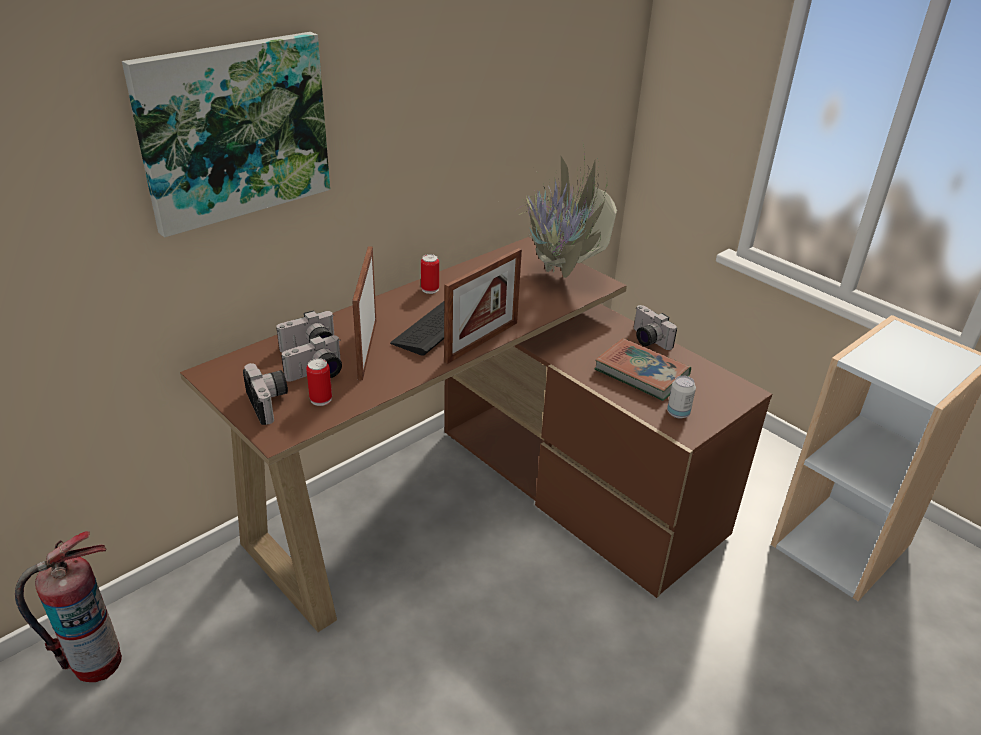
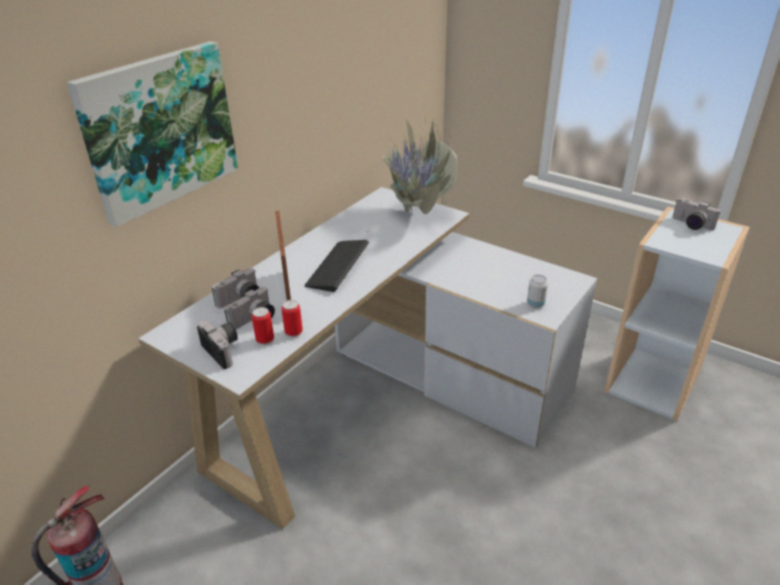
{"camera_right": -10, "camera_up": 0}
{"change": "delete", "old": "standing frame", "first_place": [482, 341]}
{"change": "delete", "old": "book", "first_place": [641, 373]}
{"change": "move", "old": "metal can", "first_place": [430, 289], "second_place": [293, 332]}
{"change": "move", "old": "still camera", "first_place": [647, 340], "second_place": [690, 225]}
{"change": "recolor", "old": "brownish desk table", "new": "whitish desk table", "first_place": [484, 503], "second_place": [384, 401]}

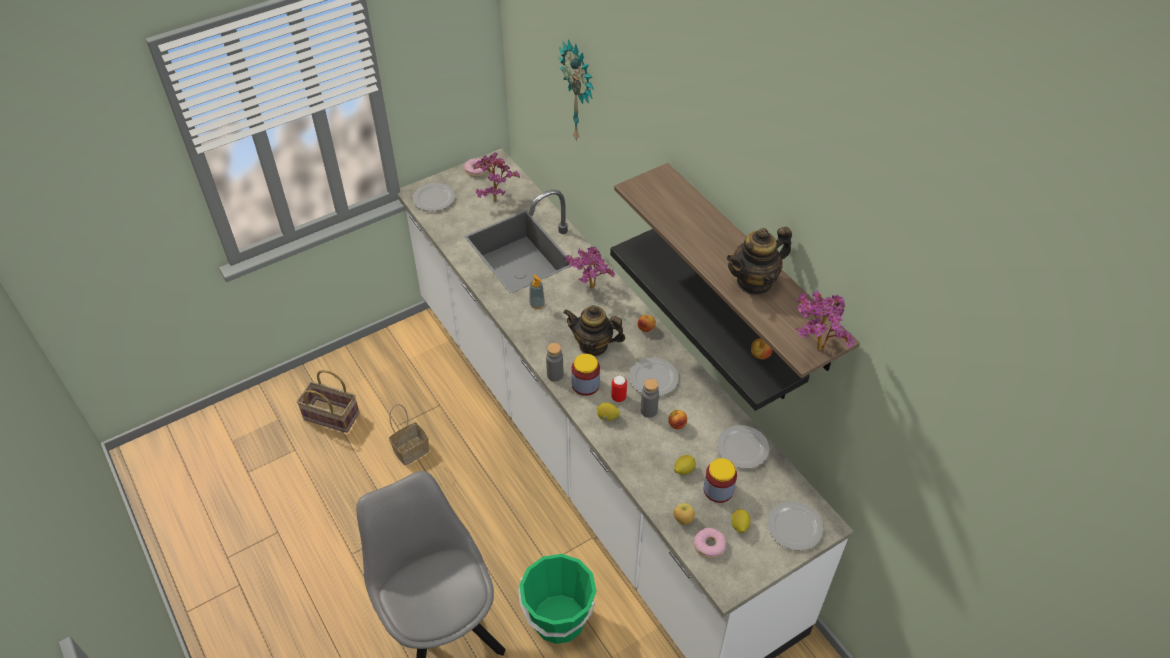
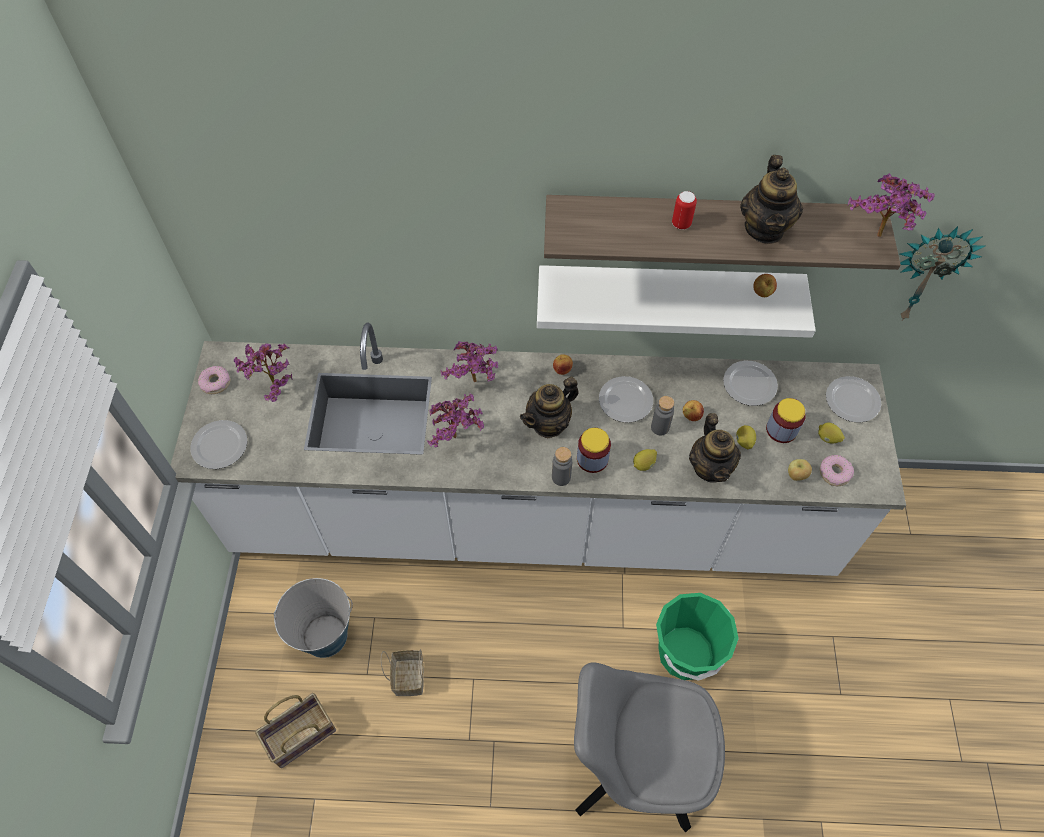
{"camera_right": -55, "camera_up": 10}
{"change": "insert", "new": "pail", "second_place": [324, 635]}
{"change": "insert", "new": "teapot", "second_place": [710, 467]}
{"change": "move", "old": "clock on the wall", "first_place": [580, 93], "second_place": [926, 271]}
{"change": "move", "old": "metal can", "first_place": [618, 397], "second_place": [681, 224]}
{"change": "replace", "old": "soap bottle", "new": "houseplant", "first_place": [537, 304], "second_place": [457, 439]}
{"change": "recolor", "old": "blackish wall shelf", "new": "whitish wall shelf", "first_place": [727, 315], "second_place": [668, 291]}

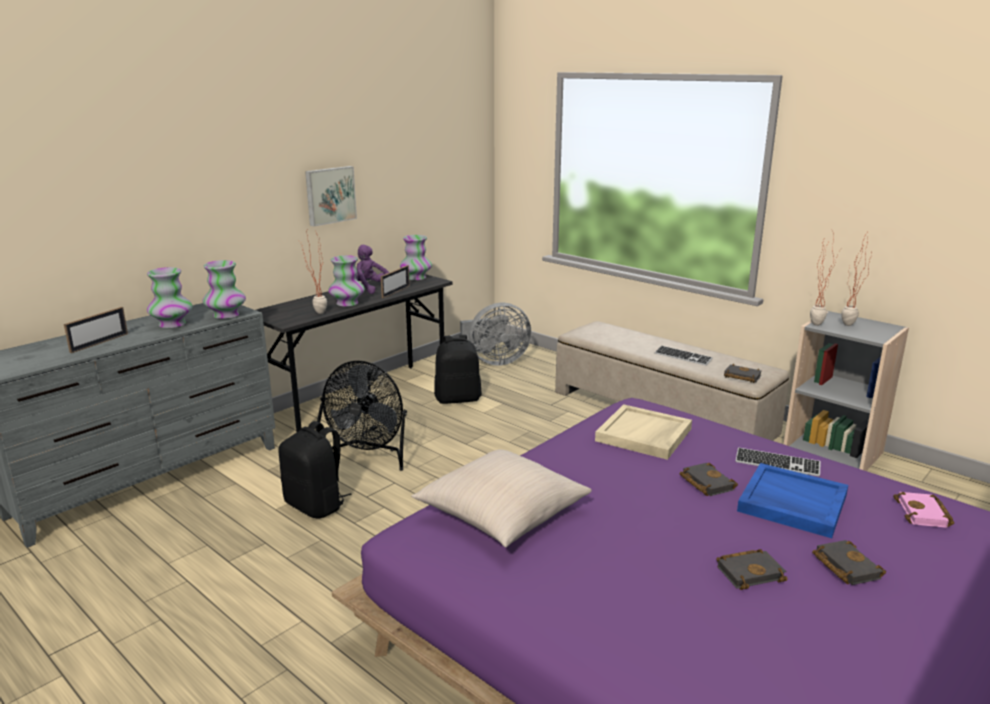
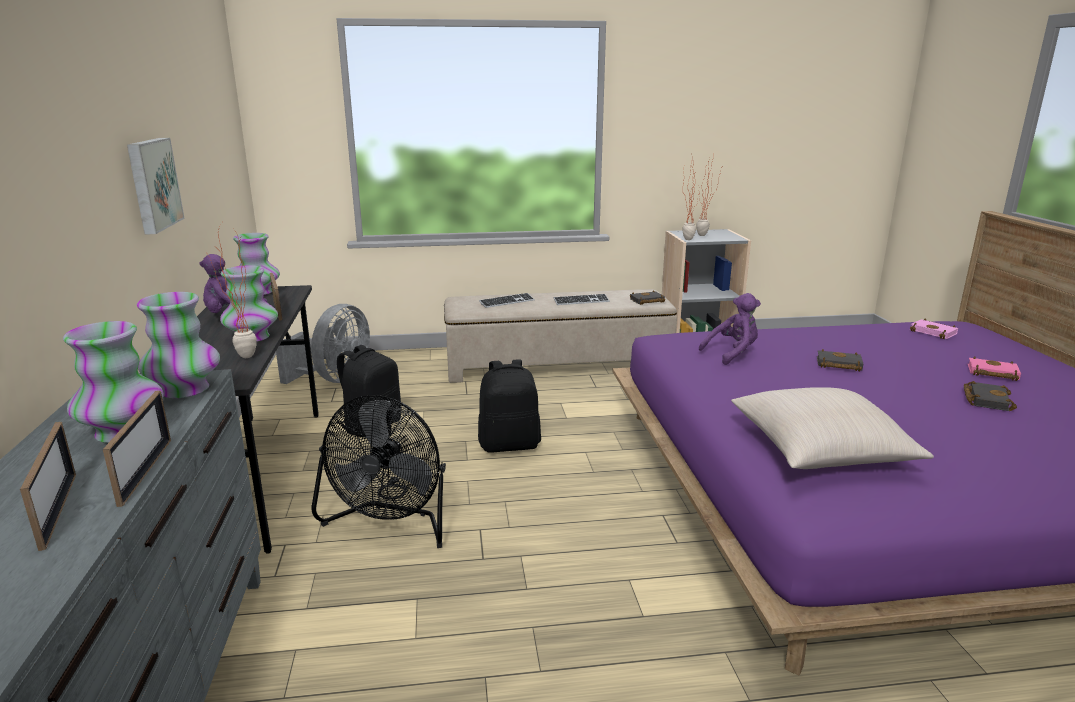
{"camera_right": -50, "camera_up": 0}
{"change": "delete", "old": "bluish serving tray", "first_place": [791, 503]}
{"change": "insert", "new": "standing frame", "second_place": [146, 471]}
{"change": "move", "old": "blackish rucksack", "first_place": [316, 505], "second_place": [510, 444]}
{"change": "move", "old": "keyboard", "first_place": [777, 464], "second_place": [507, 302]}
{"change": "replace", "old": "sand-coloured serving tray", "new": "purple plush toy", "first_place": [644, 435], "second_place": [732, 353]}
{"change": "recolor", "old": "blackish book", "new": "pink-coloured book", "first_place": [844, 566], "second_place": [991, 373]}
{"change": "rotate", "old": "blackish fan", "first_place": [367, 452], "second_place": [388, 520], "degrees": 45}

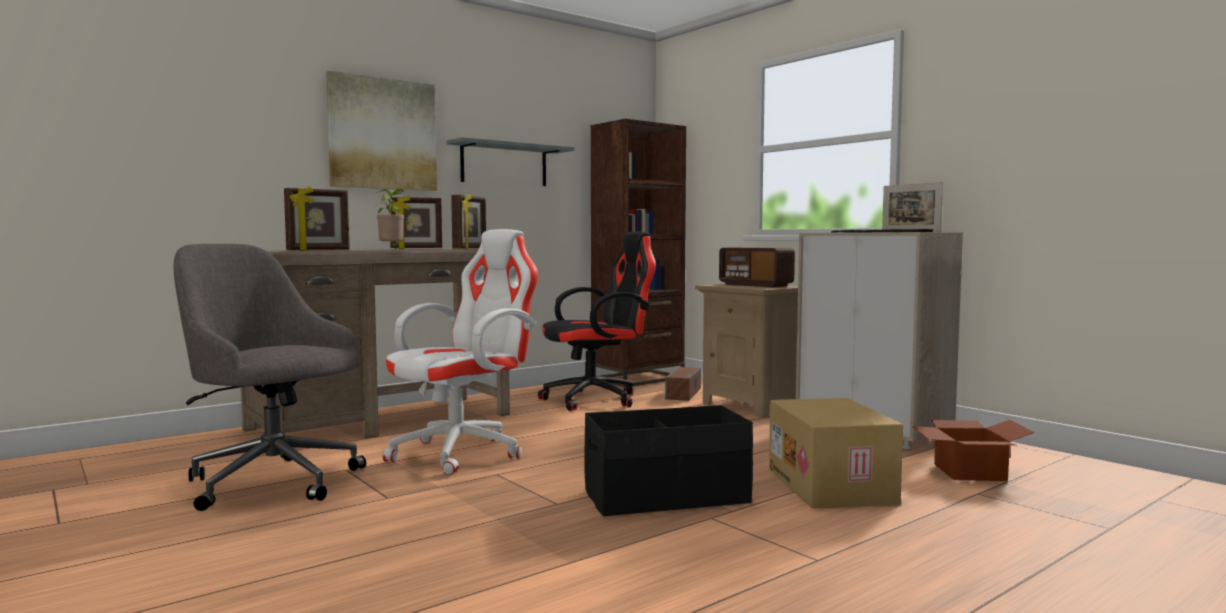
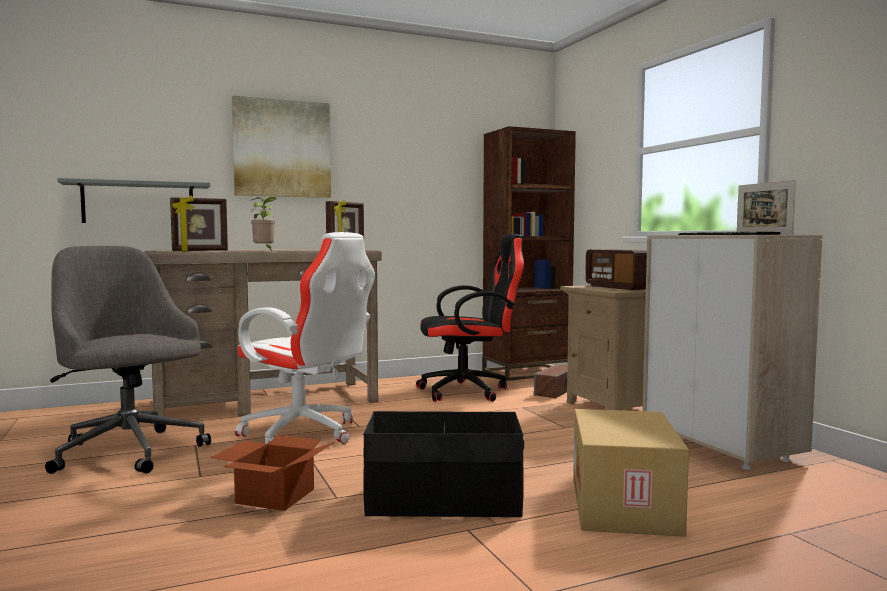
{"camera_right": 15, "camera_up": 0}
{"change": "delete", "old": "standing frame", "first_place": [416, 248]}
{"change": "move", "old": "greyish wall shelf", "first_place": [504, 164], "second_place": [138, 203]}
{"change": "move", "old": "packing box", "first_place": [967, 472], "second_place": [274, 495]}
{"change": "rotate", "old": "whitish desk chair", "first_place": [465, 452], "second_place": [306, 436], "degrees": 75}

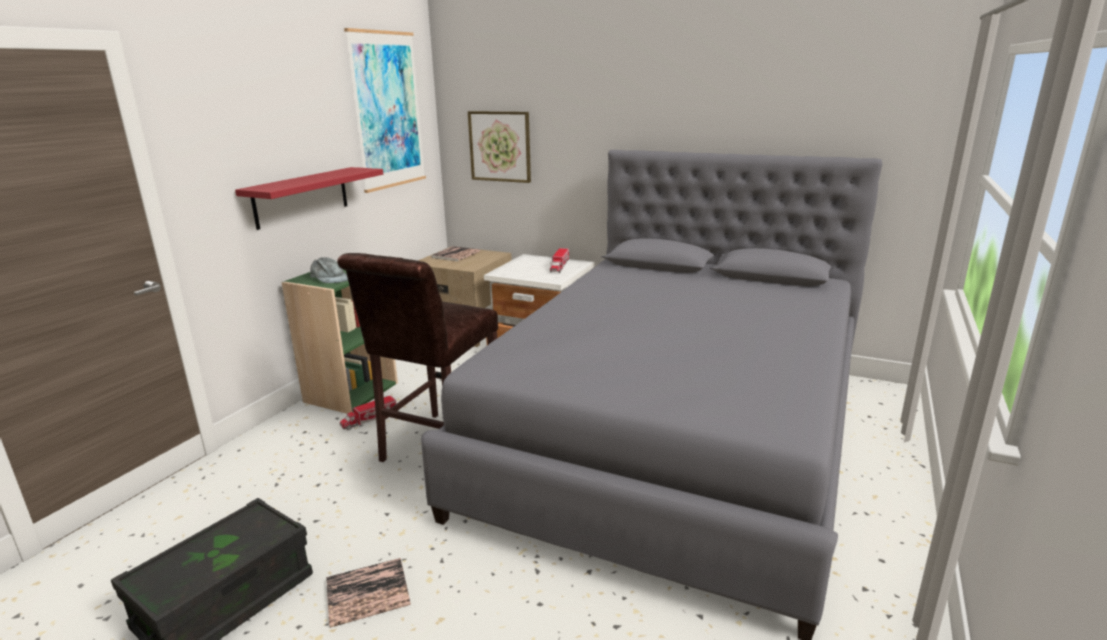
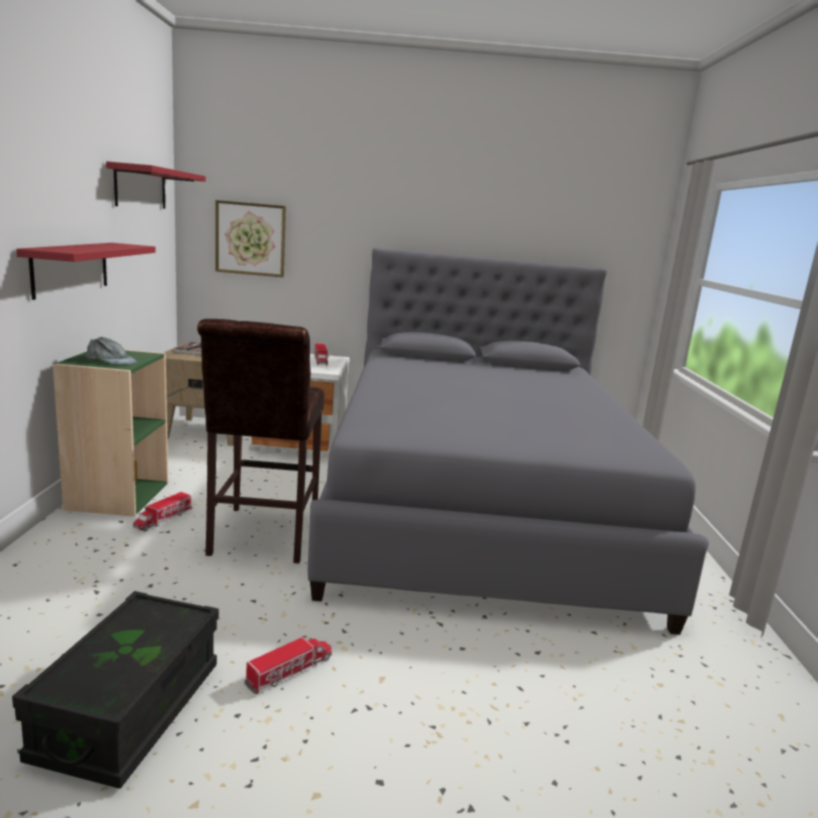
{"camera_right": -25, "camera_up": -5}
{"change": "replace", "old": "book", "new": "toy lorry", "first_place": [367, 593], "second_place": [290, 671]}
{"change": "replace", "old": "wall art", "new": "red wall shelf", "first_place": [387, 110], "second_place": [141, 187]}

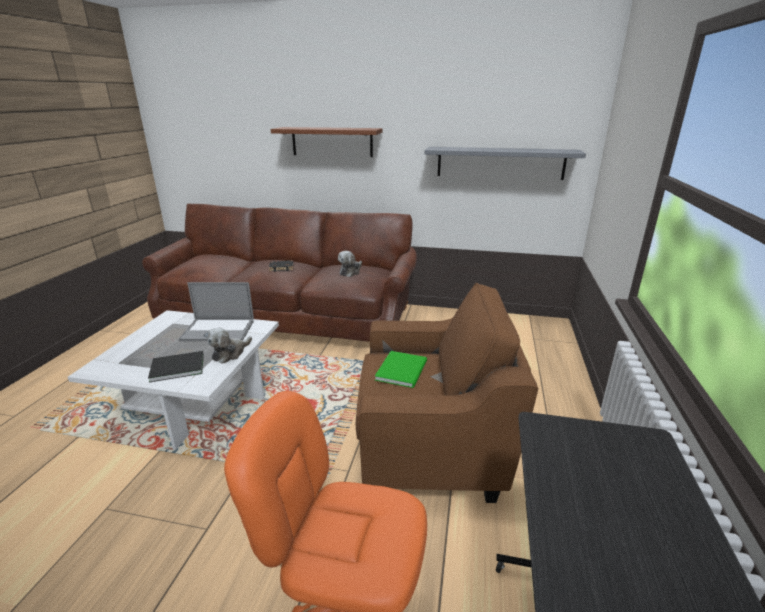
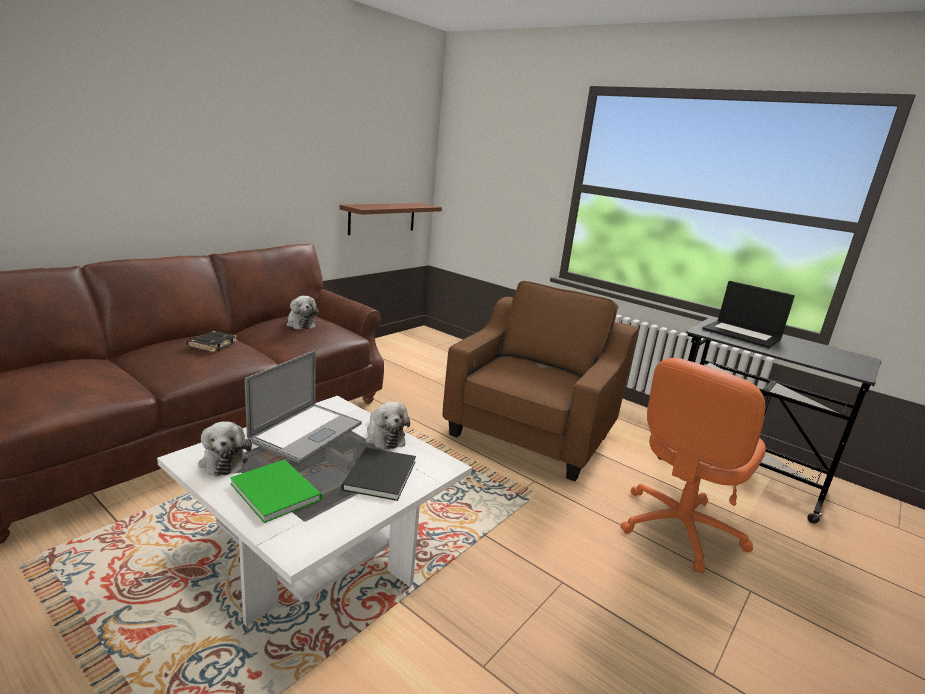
{"camera_right": -65, "camera_up": -5}
{"change": "delete", "old": "greyish wall shelf", "first_place": [500, 163]}
{"change": "insert", "new": "plush toy", "second_place": [224, 460]}
{"change": "insert", "new": "laptop", "second_place": [742, 334]}
{"change": "move", "old": "brownish wall shelf", "first_place": [332, 142], "second_place": [382, 218]}
{"change": "move", "old": "green book", "first_place": [403, 370], "second_place": [276, 489]}

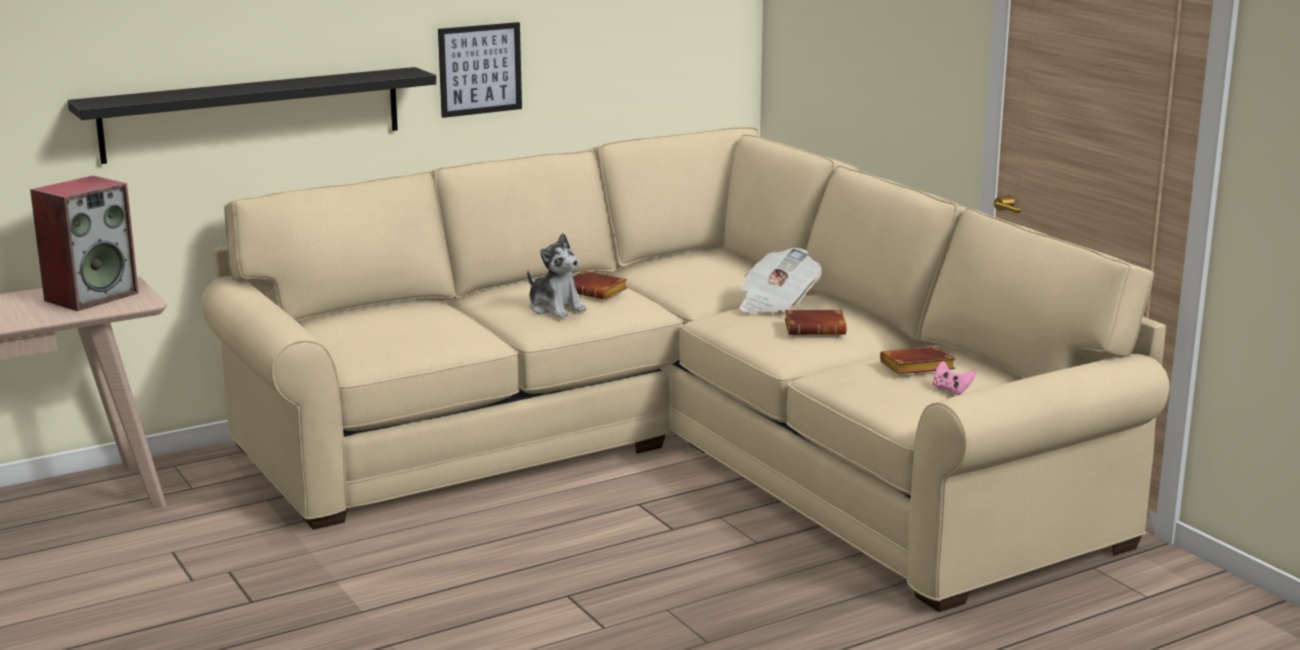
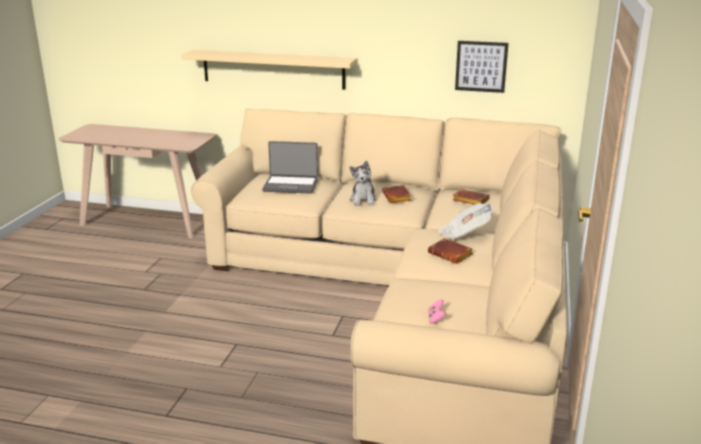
{"camera_right": 45, "camera_up": 5}
{"change": "delete", "old": "loudspeaker", "first_place": [92, 296]}
{"change": "insert", "new": "laptop", "second_place": [291, 185]}
{"change": "move", "old": "wall art", "first_place": [480, 69], "second_place": [481, 66]}
{"change": "move", "old": "brownish book", "first_place": [916, 368], "second_place": [469, 200]}
{"change": "recolor", "old": "blackish wall shelf", "new": "sand-coloured wall shelf", "first_place": [253, 114], "second_place": [273, 69]}

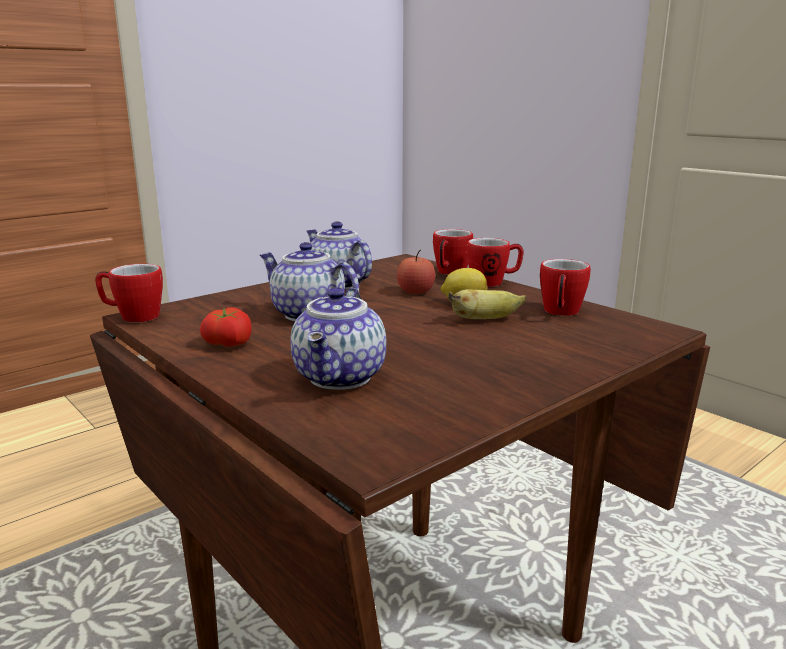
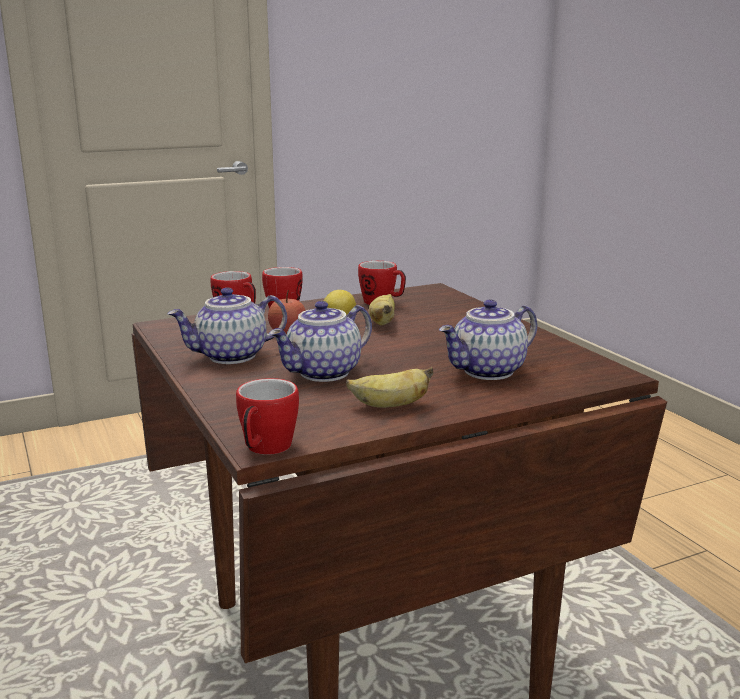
{"camera_right": -75, "camera_up": 0}
{"change": "replace", "old": "fresh tomato", "new": "banana fruit", "first_place": [227, 344], "second_place": [390, 405]}
{"change": "rotate", "old": "teapot", "first_place": [341, 378], "second_place": [488, 372], "degrees": 120}

